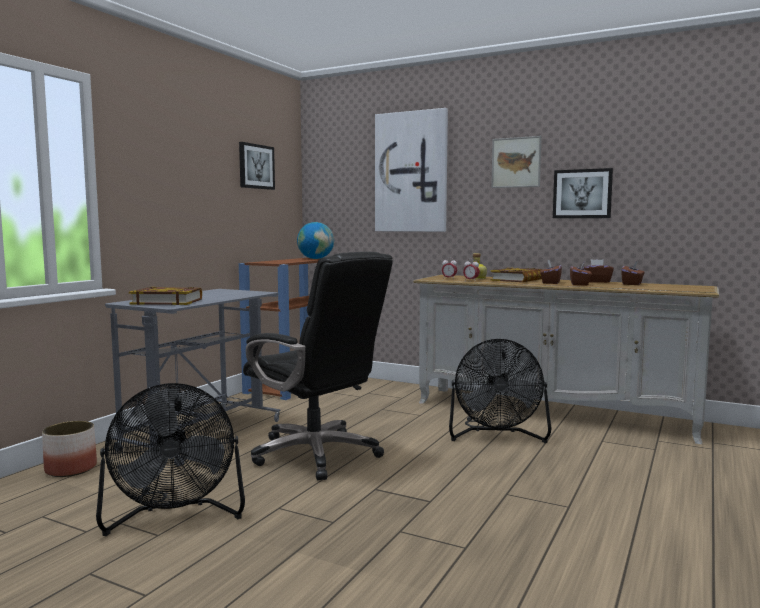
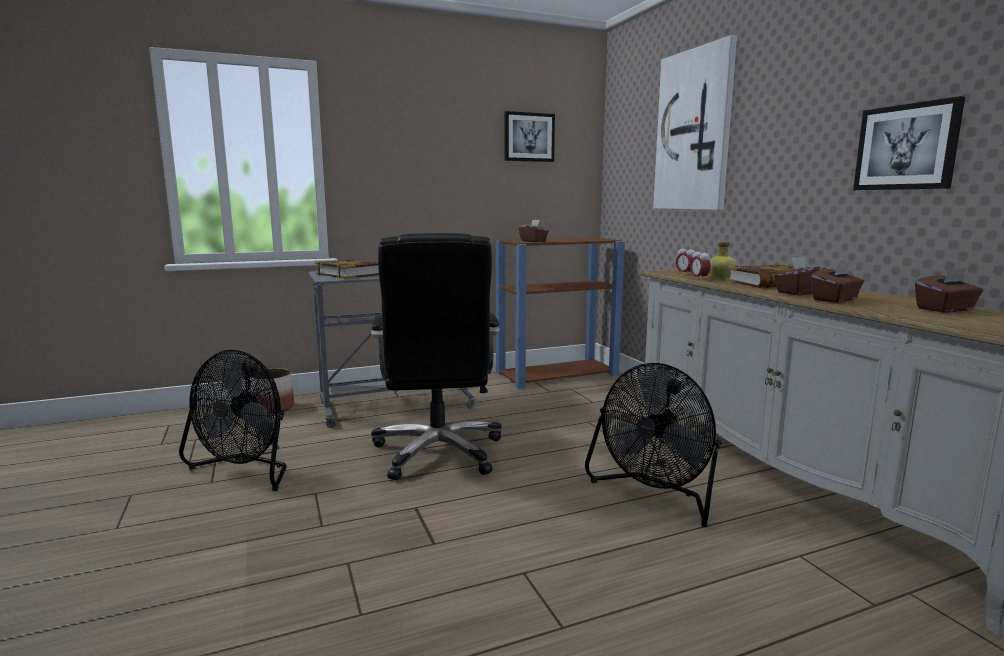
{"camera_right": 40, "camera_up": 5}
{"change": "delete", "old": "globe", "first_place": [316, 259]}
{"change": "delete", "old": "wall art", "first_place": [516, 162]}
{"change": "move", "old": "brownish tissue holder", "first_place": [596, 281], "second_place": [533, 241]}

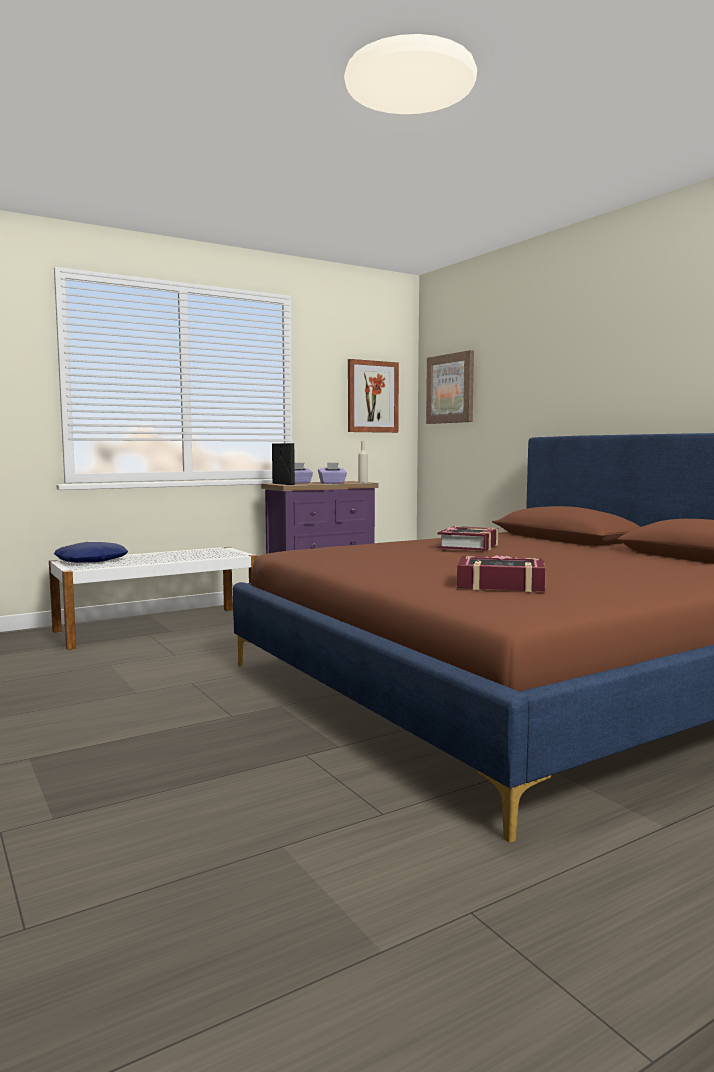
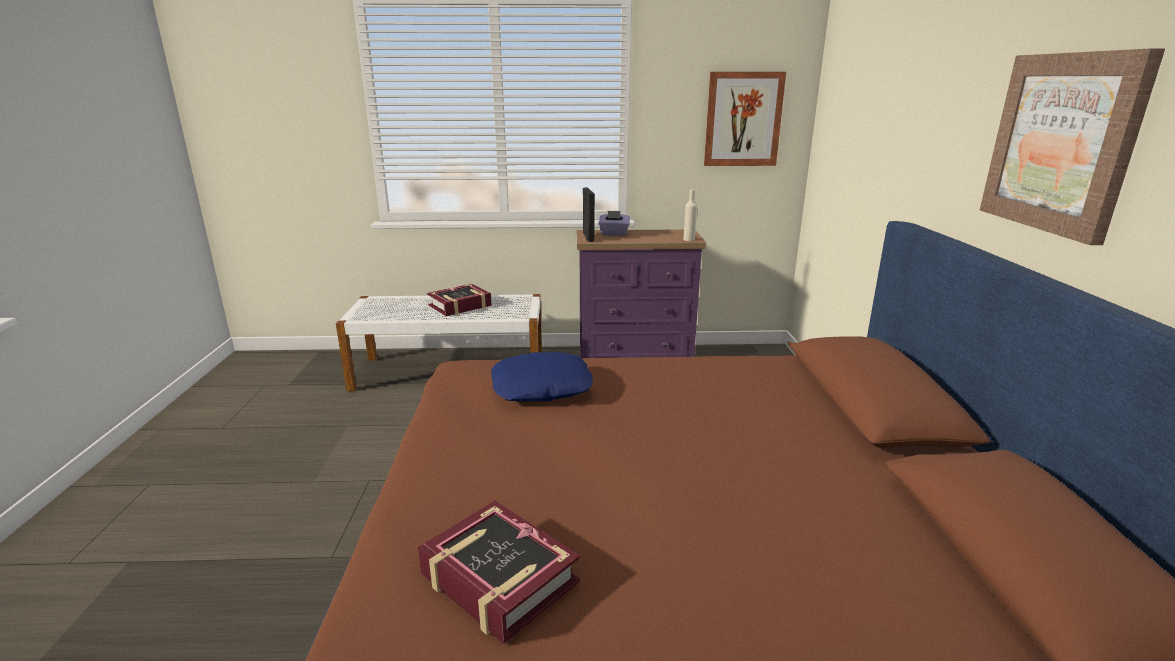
{"camera_right": 30, "camera_up": 15}
{"change": "delete", "old": "purple tissue holder", "first_place": [332, 483]}
{"change": "move", "old": "bluish pillow", "first_place": [91, 560], "second_place": [541, 387]}
{"change": "move", "old": "wall art", "first_place": [451, 388], "second_place": [1062, 143]}
{"change": "move", "old": "book", "first_place": [469, 546], "second_place": [460, 306]}

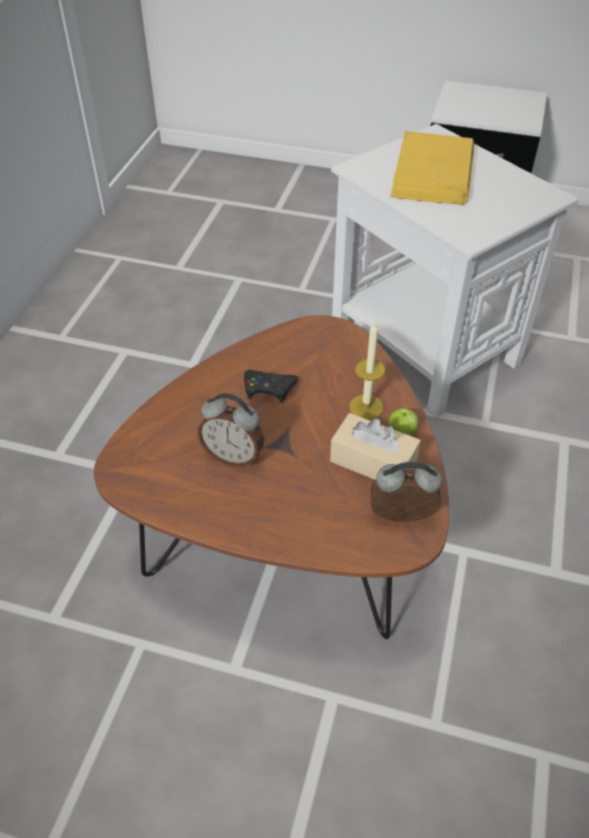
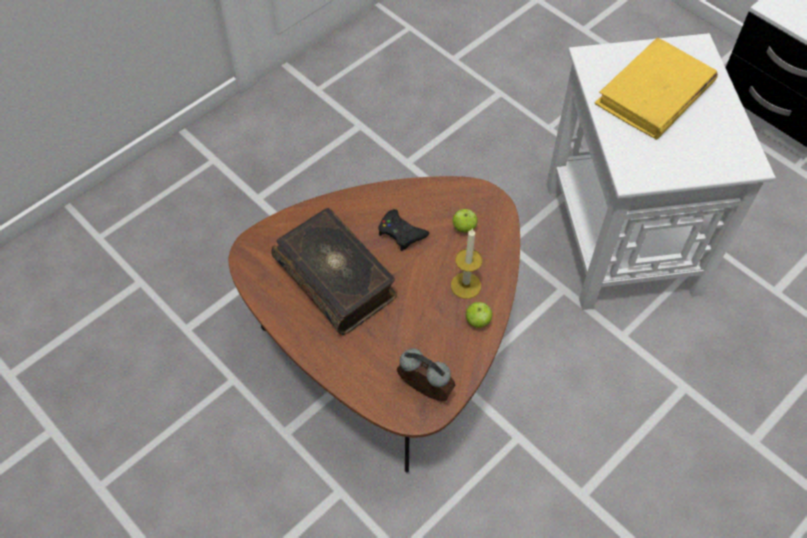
{"camera_right": 30, "camera_up": 10}
{"change": "delete", "old": "sand-coloured tissue holder", "first_place": [373, 461]}
{"change": "insert", "new": "whole apple", "second_place": [464, 228]}
{"change": "replace", "old": "alarm clock", "new": "book", "first_place": [233, 456], "second_place": [336, 278]}

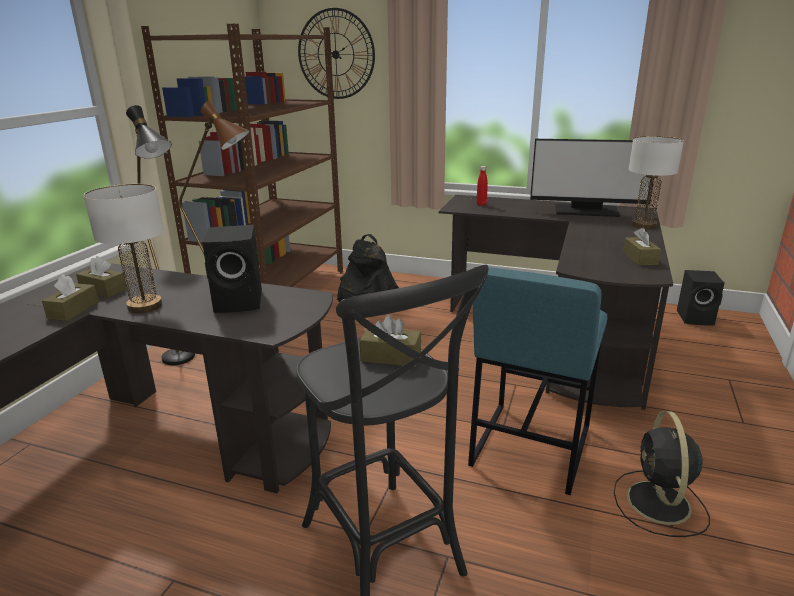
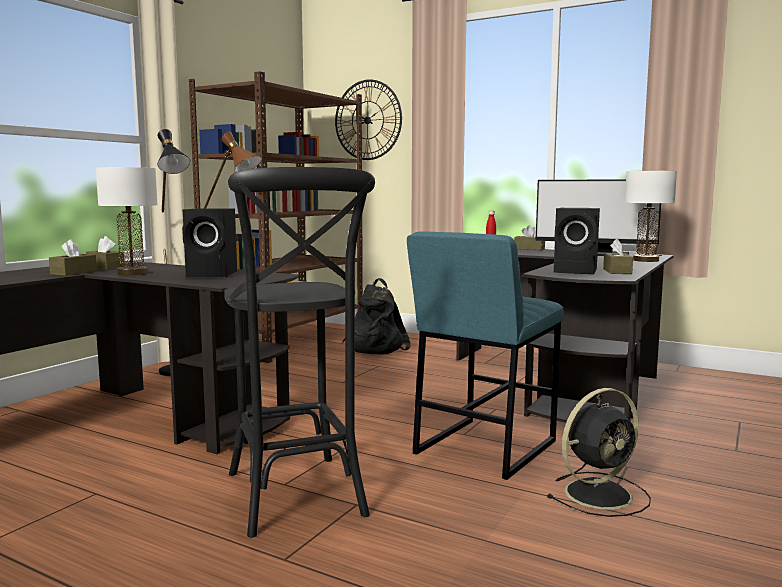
{"camera_right": 10, "camera_up": -15}
{"change": "move", "old": "brownish tissue holder", "first_place": [391, 357], "second_place": [529, 249]}
{"change": "move", "old": "blackish loudspeaker", "first_place": [696, 318], "second_place": [577, 271]}
{"change": "rotate", "old": "blackish fan", "first_place": [659, 504], "second_place": [600, 493], "degrees": -135}

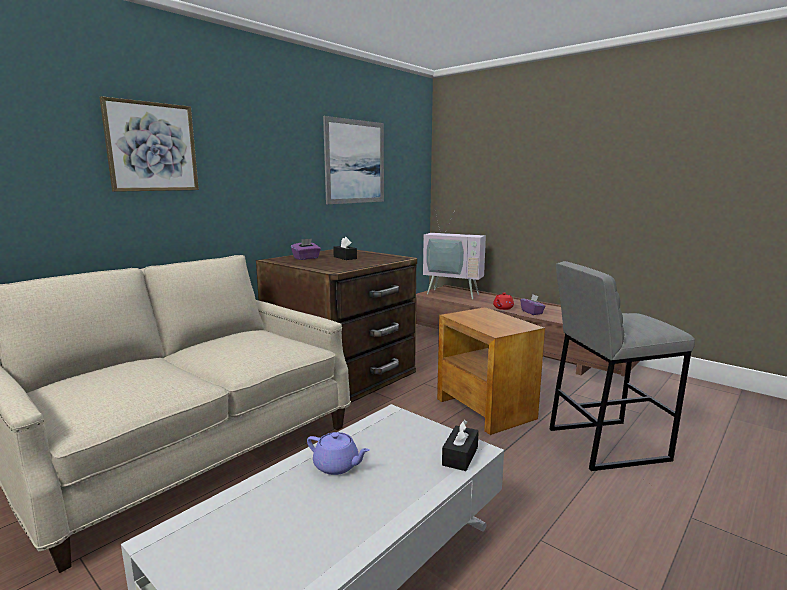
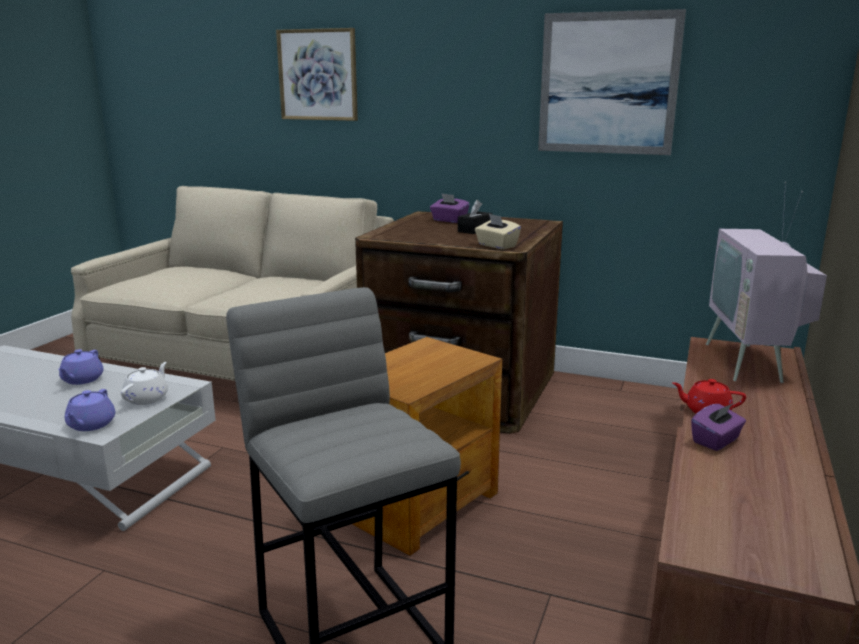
{"camera_right": 70, "camera_up": 5}
{"change": "insert", "new": "whitish teapot", "second_place": [147, 398]}
{"change": "insert", "new": "sand-coloured tissue holder", "second_place": [496, 246]}
{"change": "replace", "old": "blackish tissue holder", "new": "purple teapot", "first_place": [460, 456], "second_place": [90, 425]}

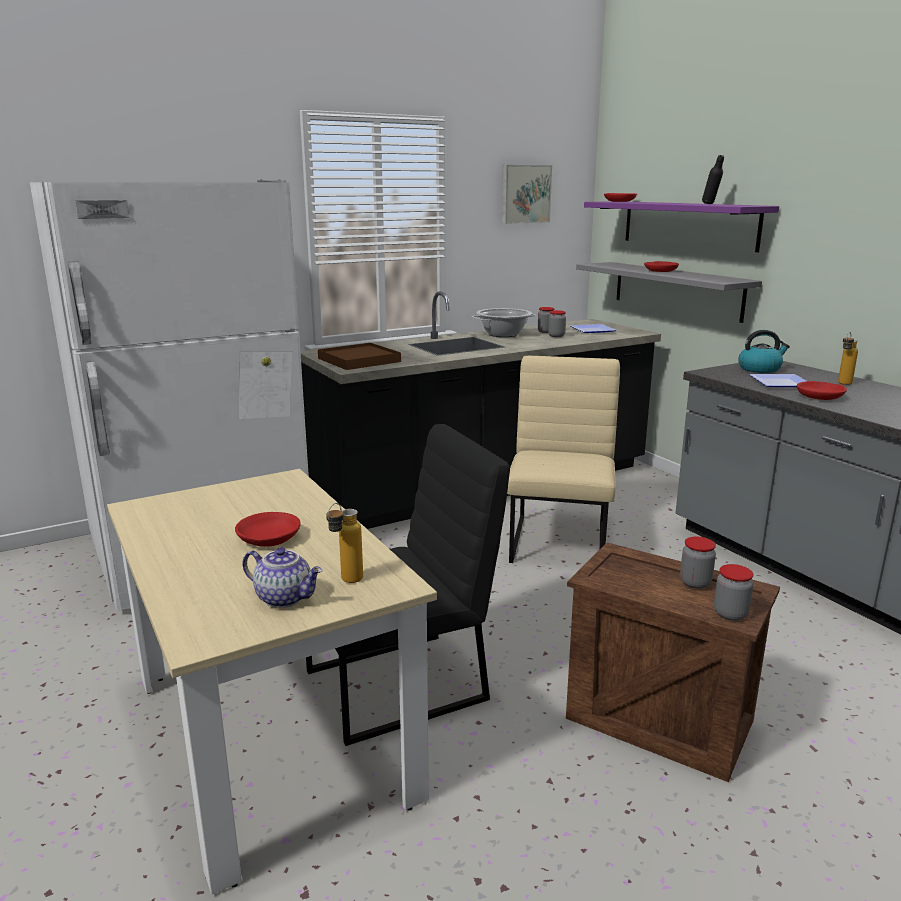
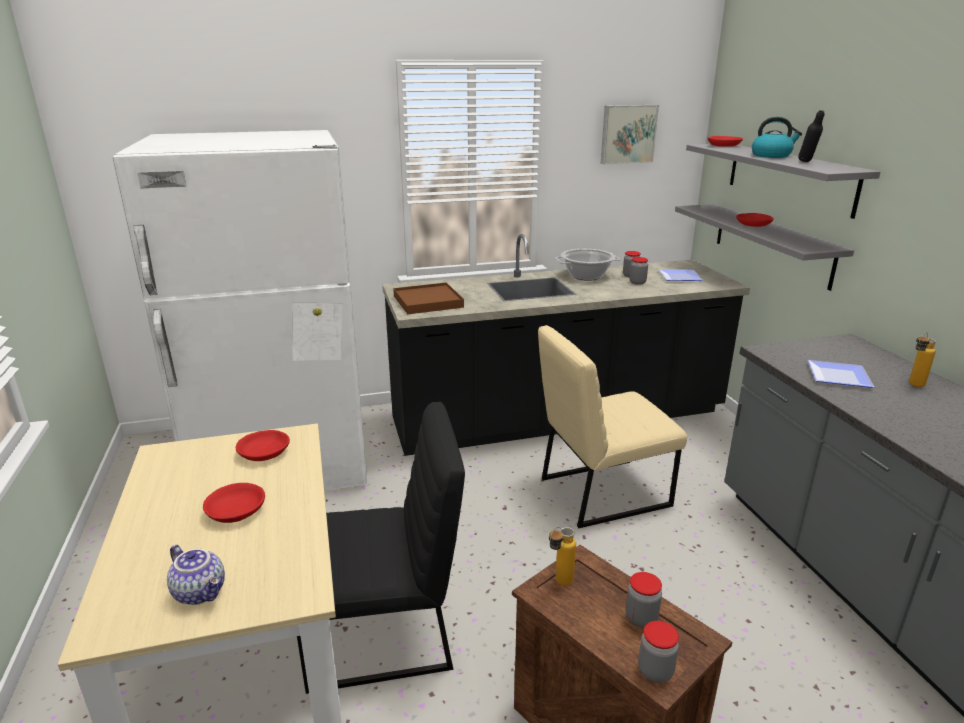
{"camera_right": 15, "camera_up": 5}
{"change": "move", "old": "bottle", "first_place": [346, 582], "second_place": [559, 583]}
{"change": "move", "old": "tea kettle", "first_place": [760, 369], "second_place": [771, 156]}
{"change": "move", "old": "red bowl", "first_place": [820, 397], "second_place": [265, 453]}
{"change": "recolor", "old": "purple wall shelf", "new": "greyish wall shelf", "first_place": [688, 224], "second_place": [789, 177]}
{"change": "rotate", "old": "sand-coloured chair", "first_place": [560, 540], "second_place": [601, 492], "degrees": -135}

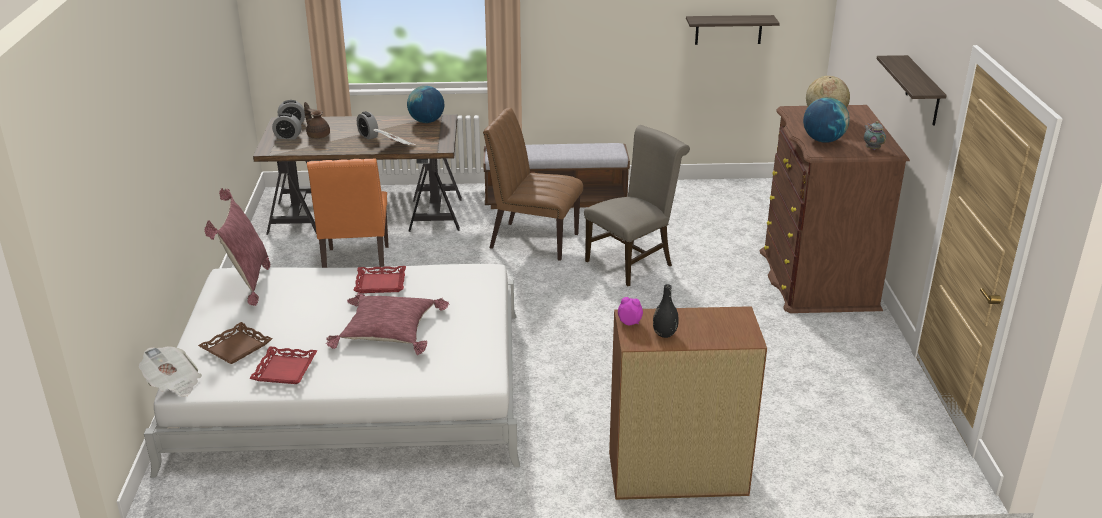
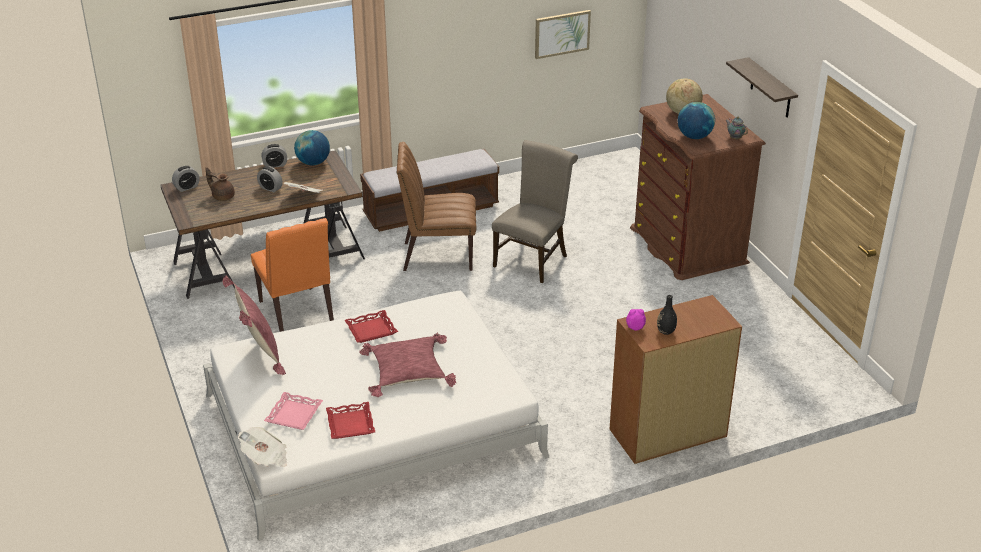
{"camera_right": -20, "camera_up": 5}
{"change": "move", "old": "alarm clock", "first_place": [288, 137], "second_place": [275, 165]}
{"change": "replace", "old": "wall shelf", "new": "wall art", "first_place": [728, 29], "second_place": [562, 33]}
{"change": "recolor", "old": "brownish serving tray", "new": "pink-coloured serving tray", "first_place": [236, 347], "second_place": [293, 415]}

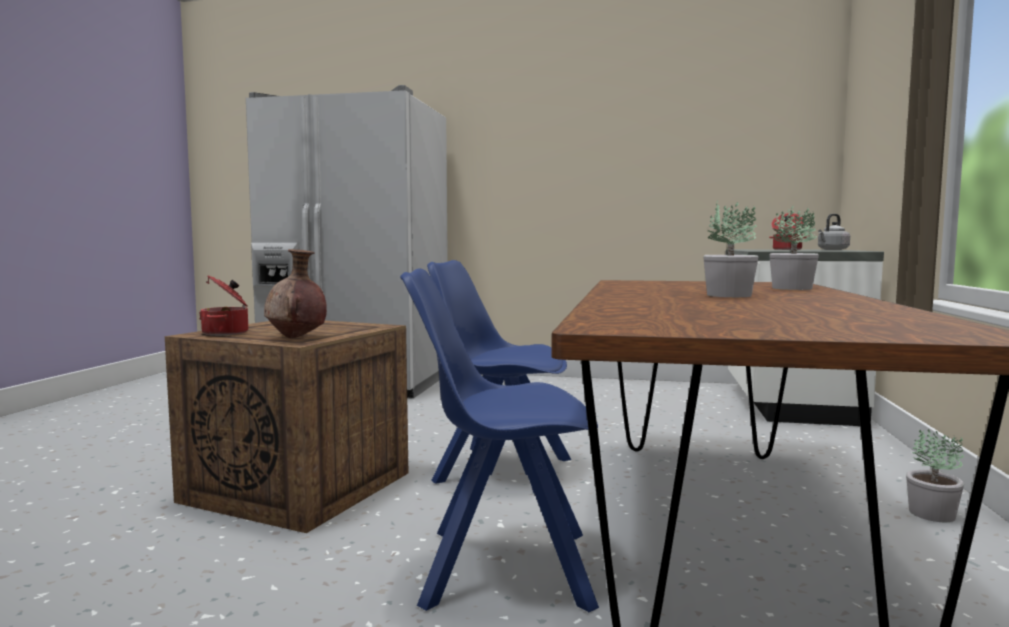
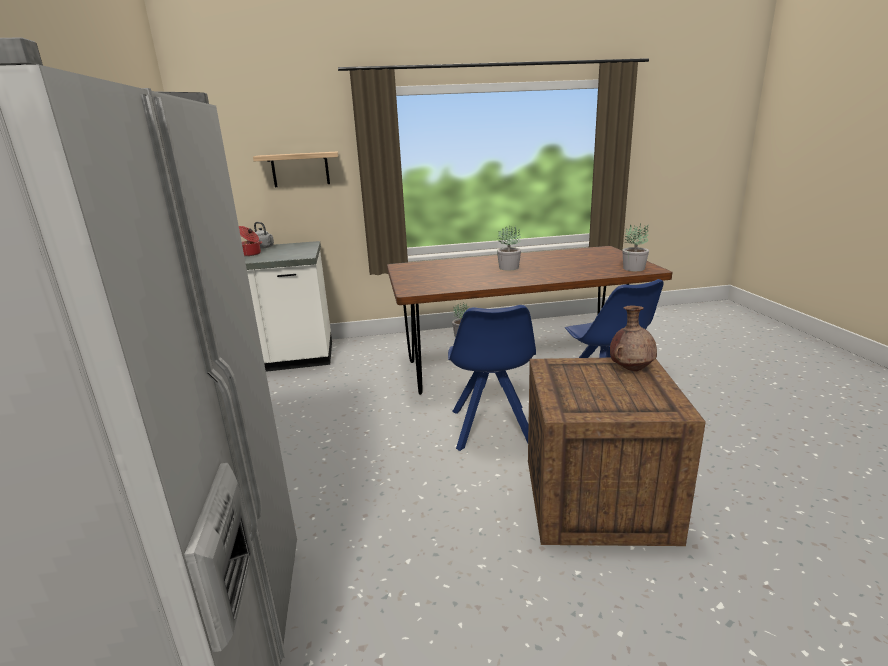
{"camera_right": -110, "camera_up": 15}
{"change": "delete", "old": "stockpot", "first_place": [227, 333]}
{"change": "insert", "new": "wall shelf", "second_place": [300, 169]}
{"change": "move", "old": "houseplant", "first_place": [792, 288], "second_place": [634, 268]}

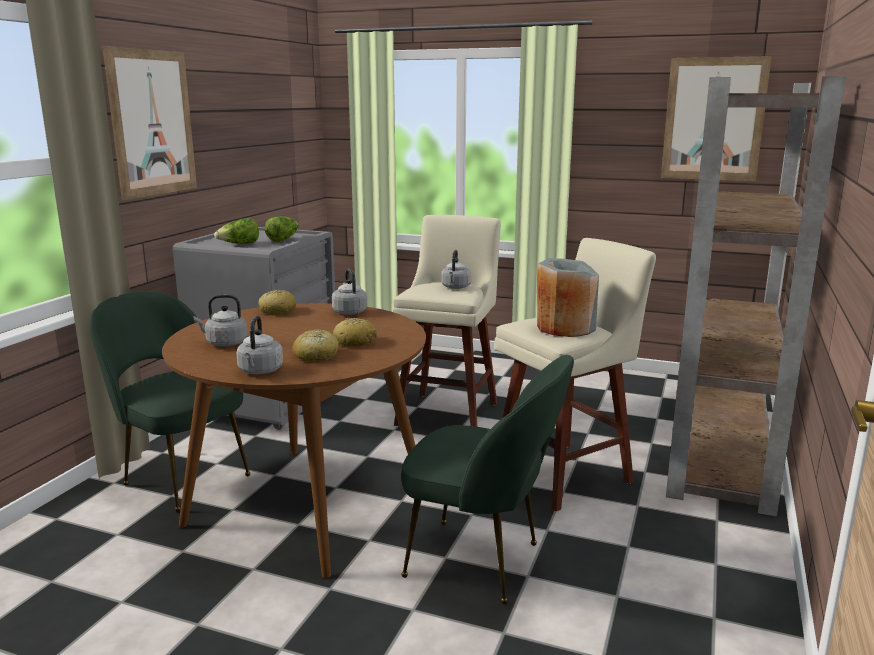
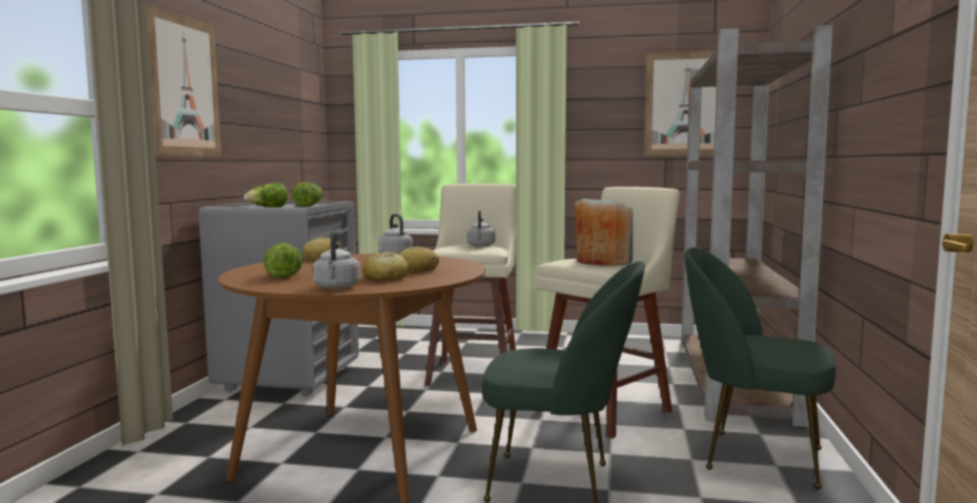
{"camera_right": -10, "camera_up": -10}
{"change": "move", "old": "green chair", "first_place": [181, 477], "second_place": [752, 456]}
{"change": "replace", "old": "greyish tea kettle", "new": "lettuce", "first_place": [224, 343], "second_place": [283, 275]}

